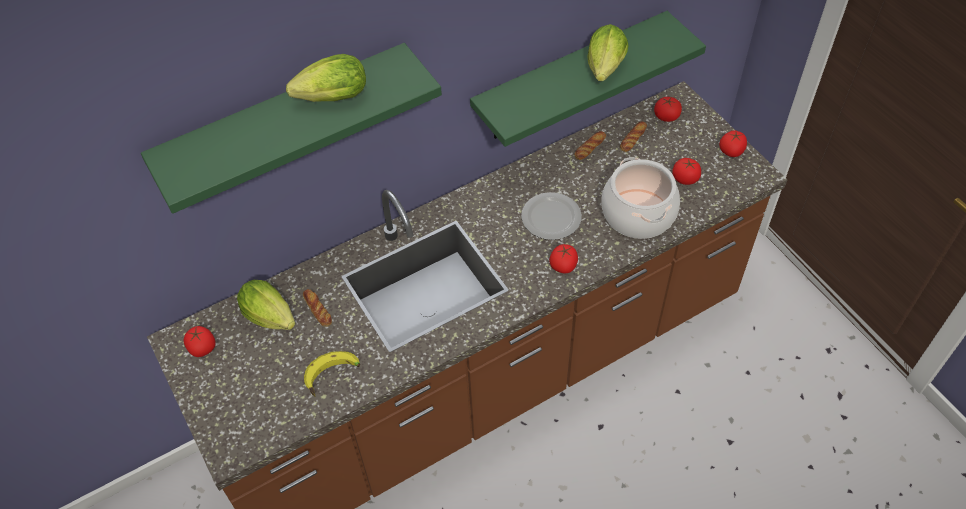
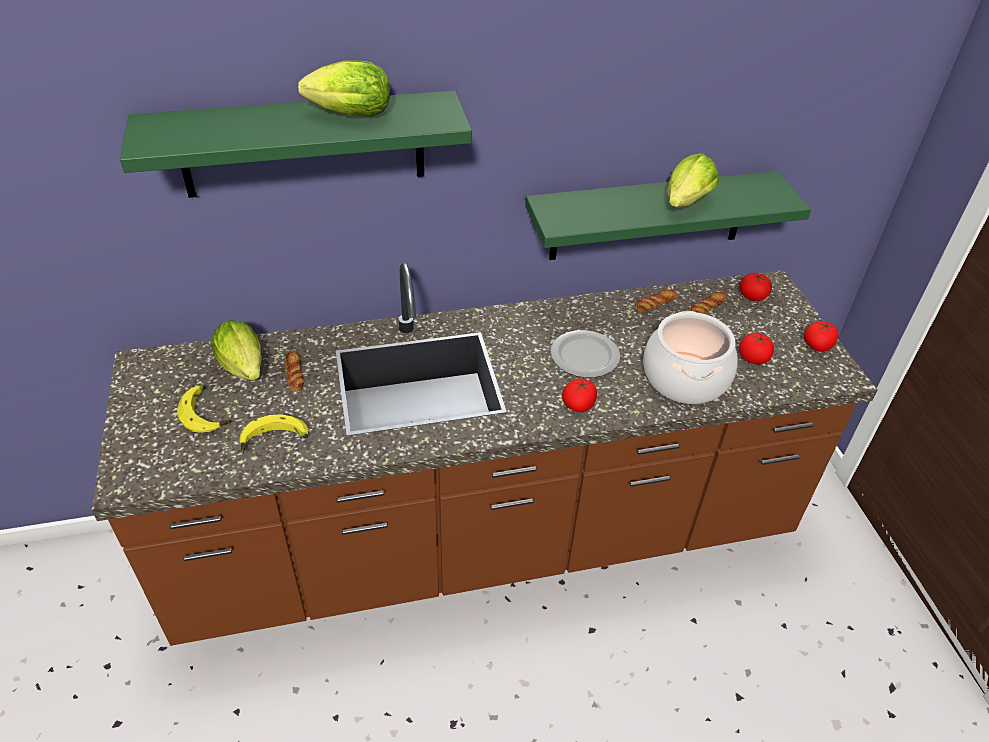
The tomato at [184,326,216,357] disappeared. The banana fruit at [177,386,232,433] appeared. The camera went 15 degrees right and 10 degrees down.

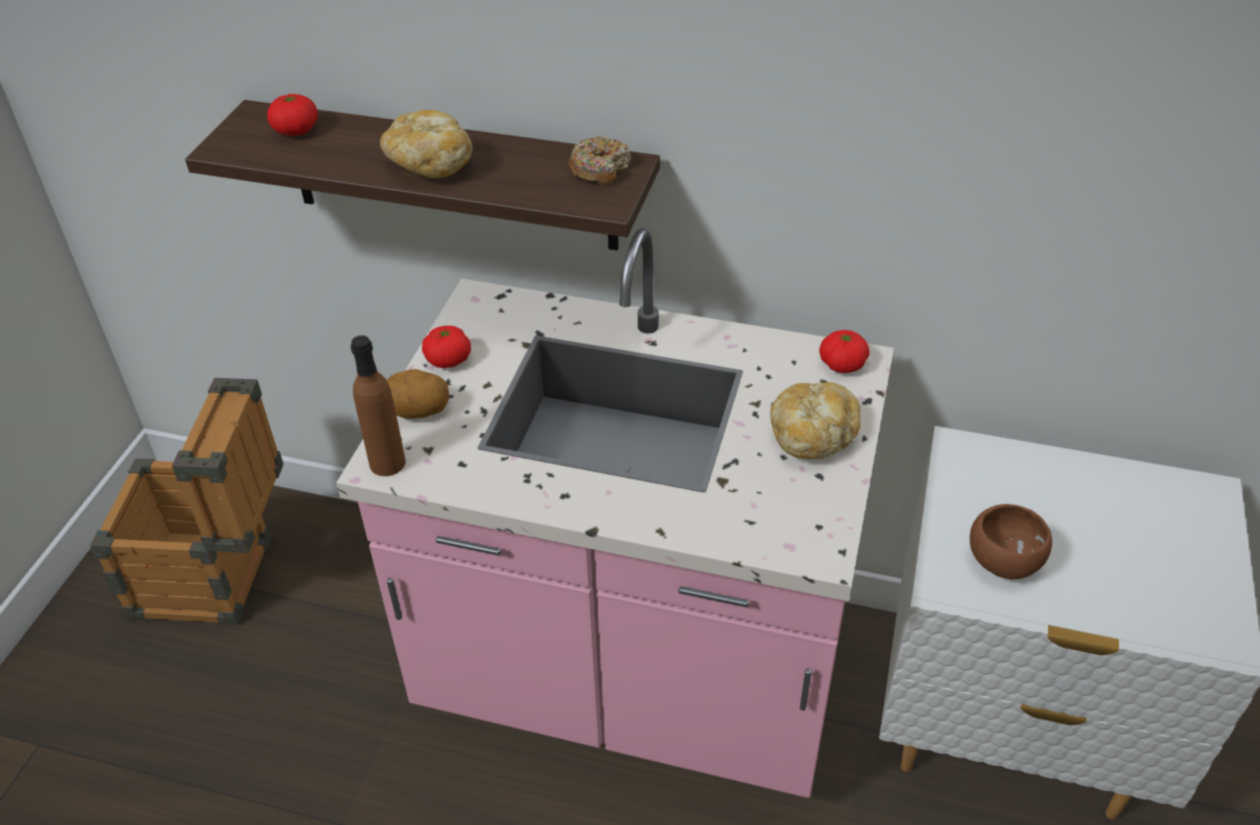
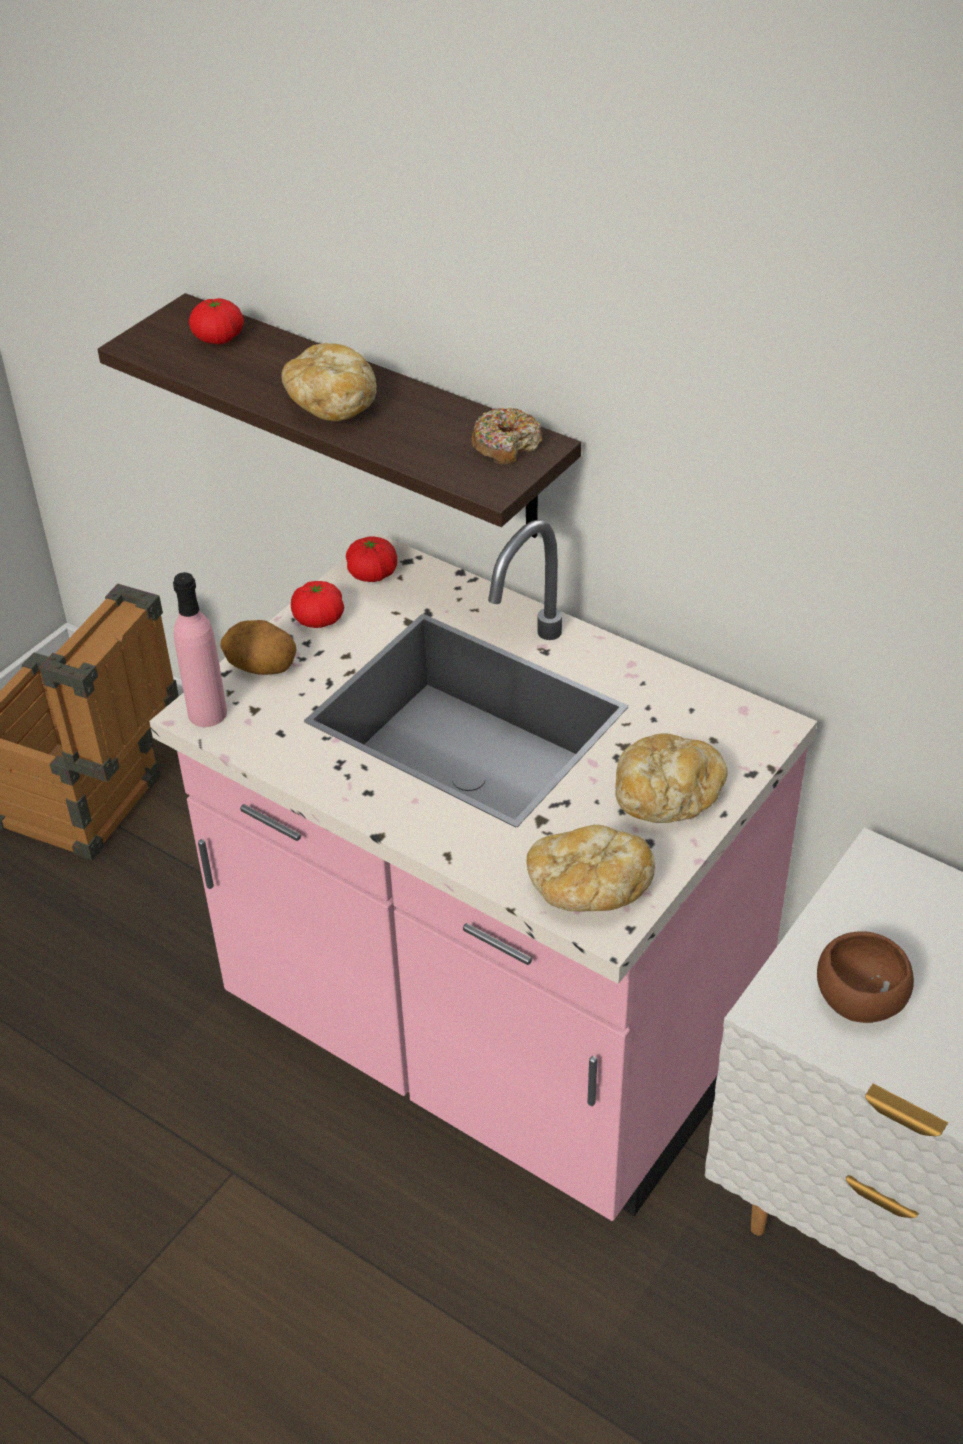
The tomato moved from [819,330,870,373] to [346,537,397,582]. The drink bottle (brownish) at [351,335,406,476] became the drink bottle (pink-coloured) at [173,572,227,727]. The bakery bread at [527,825,655,912] appeared. The camera went 20 degrees right and 0 degrees up.

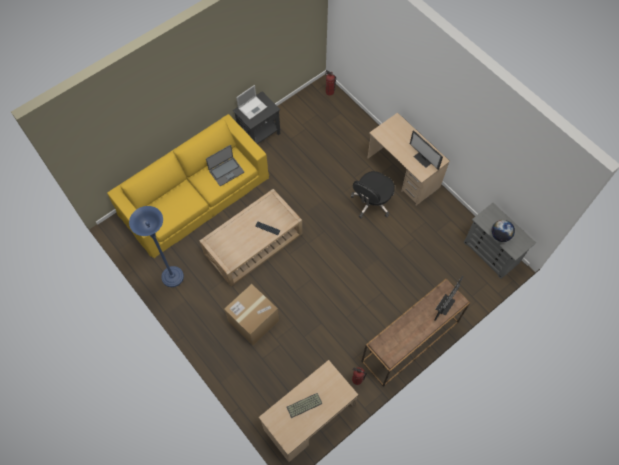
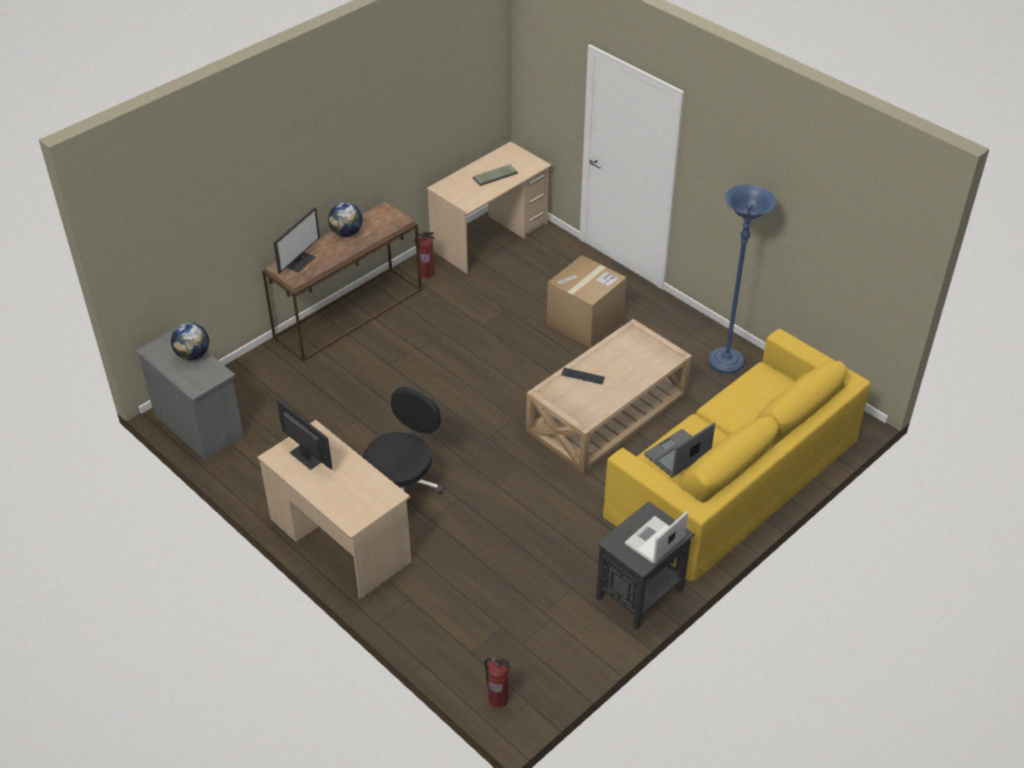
The world globe at [328,203,363,237] appeared. The camera went 175 degrees right and 20 degrees down.

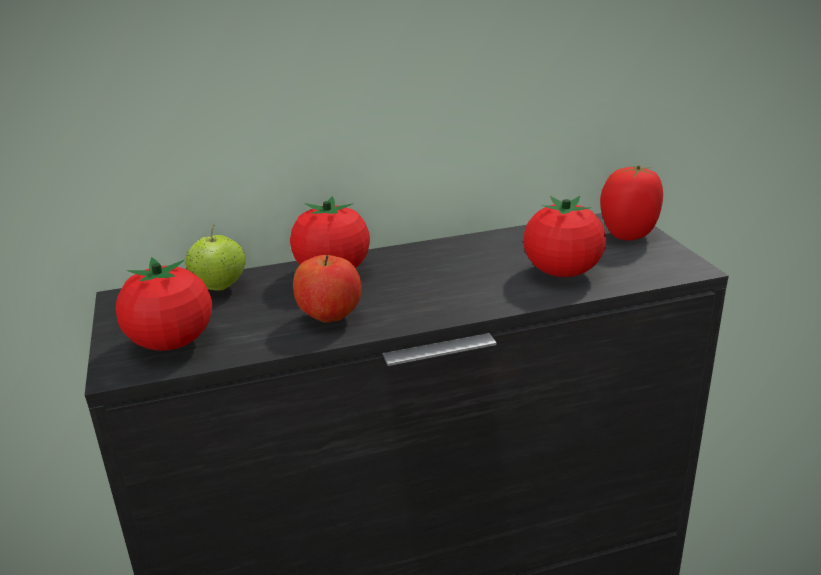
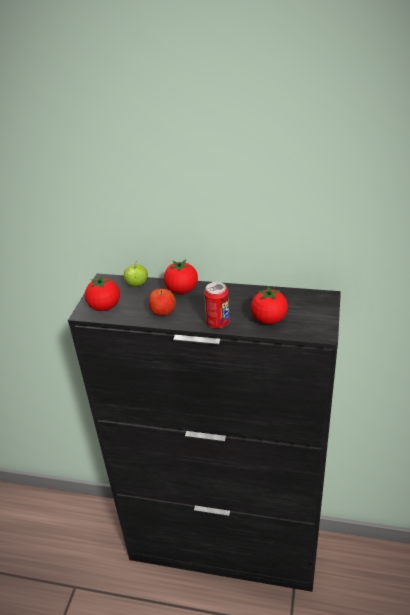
The tomato at [600,165,663,241] disappeared. The can at [204,282,230,328] appeared. The camera went 30 degrees right and 10 degrees up.

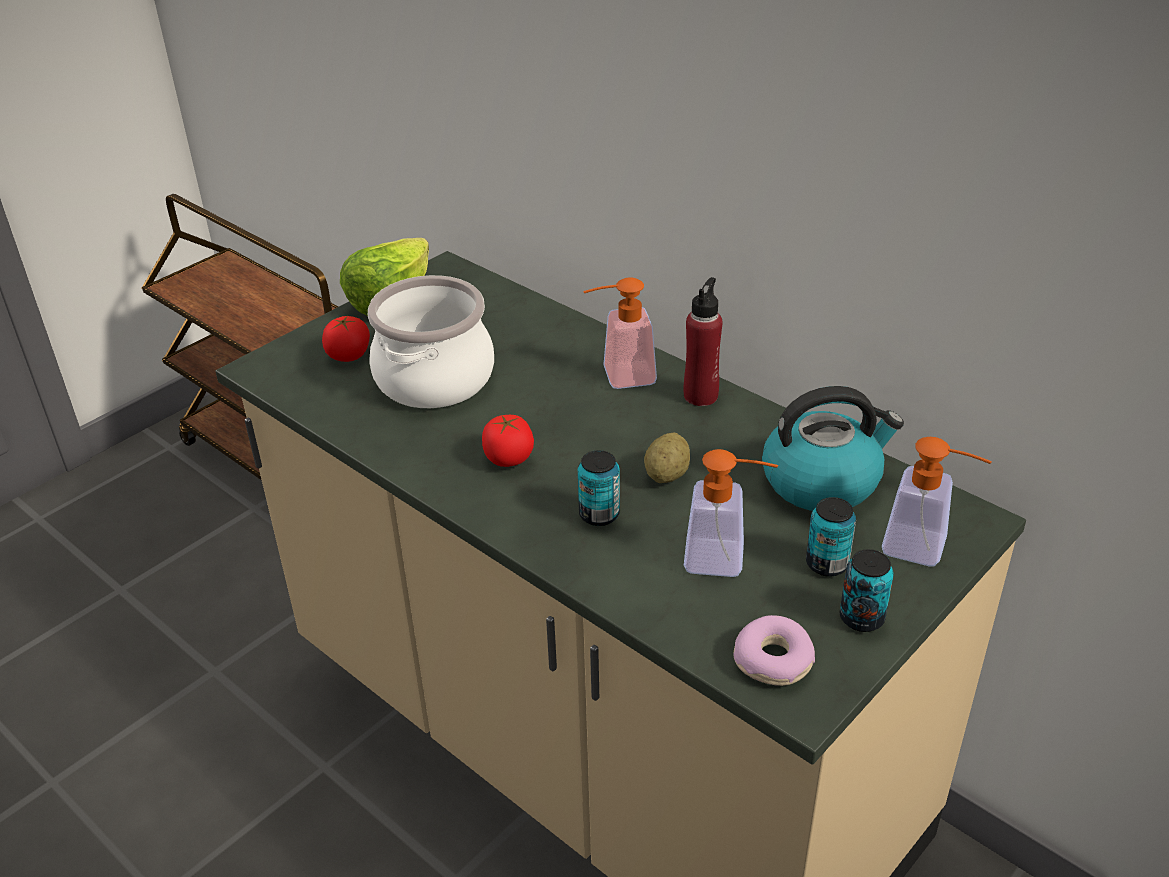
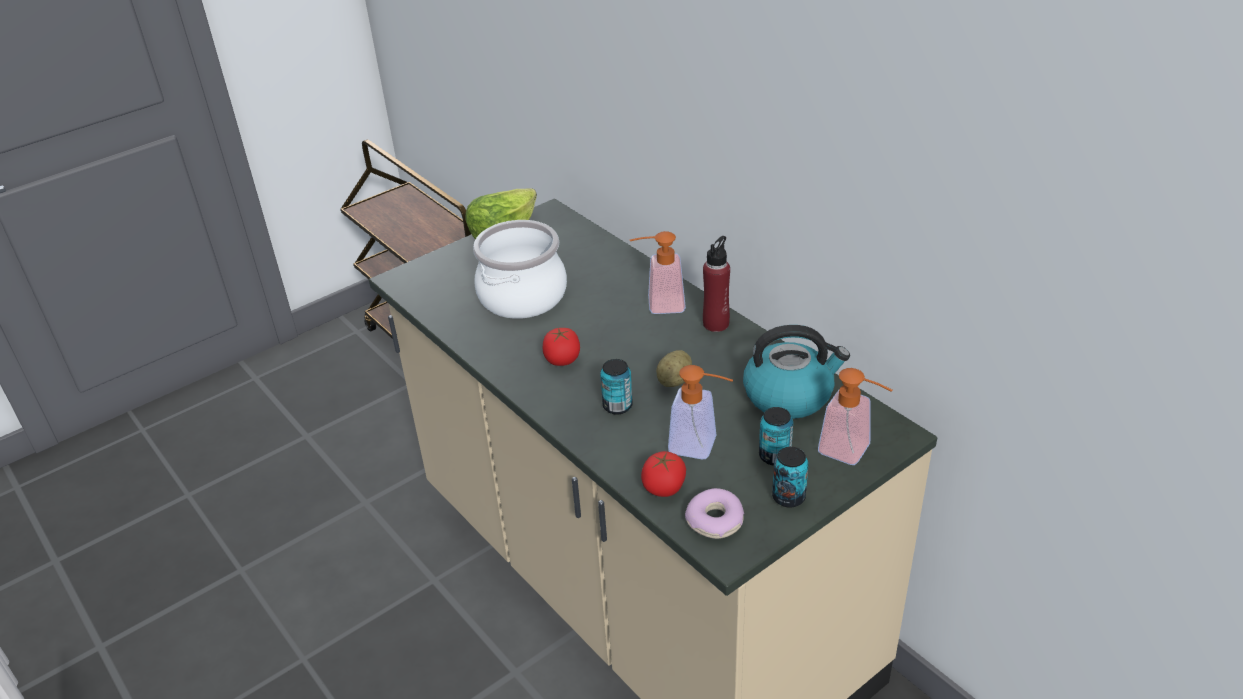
The tomato moved from [322,316,370,362] to [641,451,686,497]. The camera went 10 degrees right and 0 degrees up.

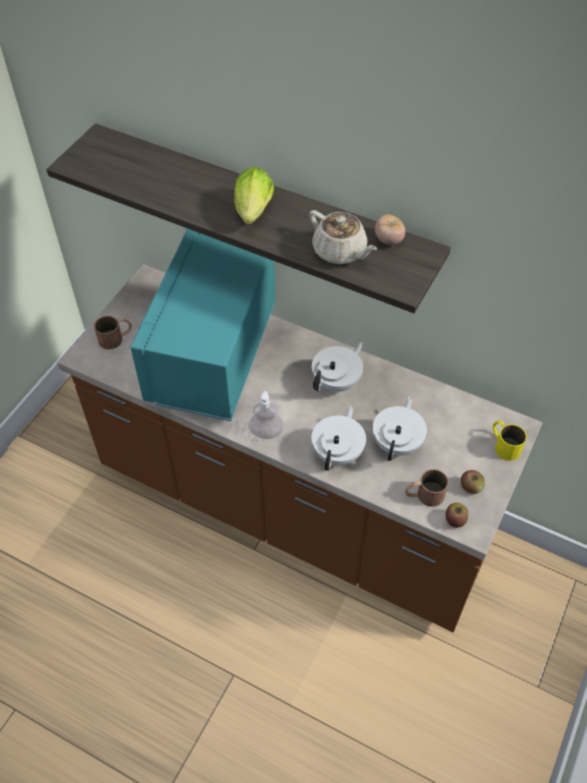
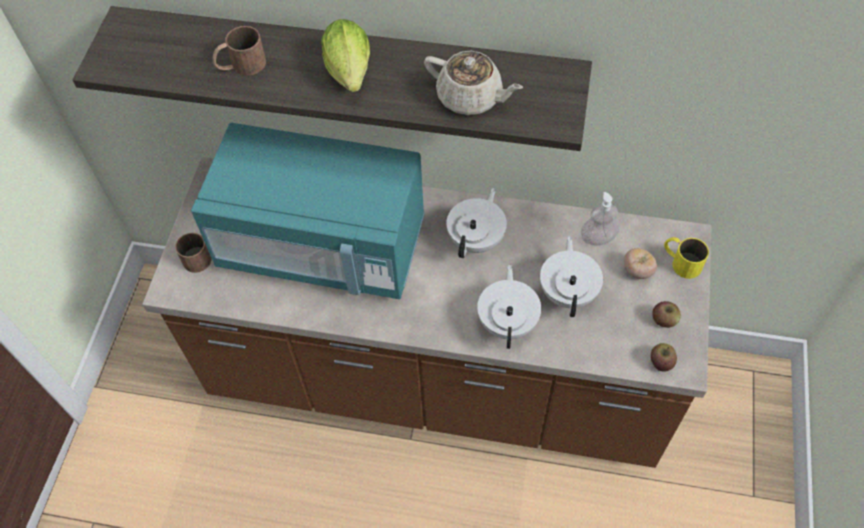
The tomato moved from [375,214,405,245] to [624,248,657,279]. The kitchen microwave (blue-green) at [130,229,275,421] turned 75 degrees counterclockwise. The soap dispenser moved from [249,391,284,439] to [581,192,620,245]. The mug (brownish) moved from [405,469,448,507] to [212,26,266,76]. The camera went 15 degrees left and 5 degrees up.

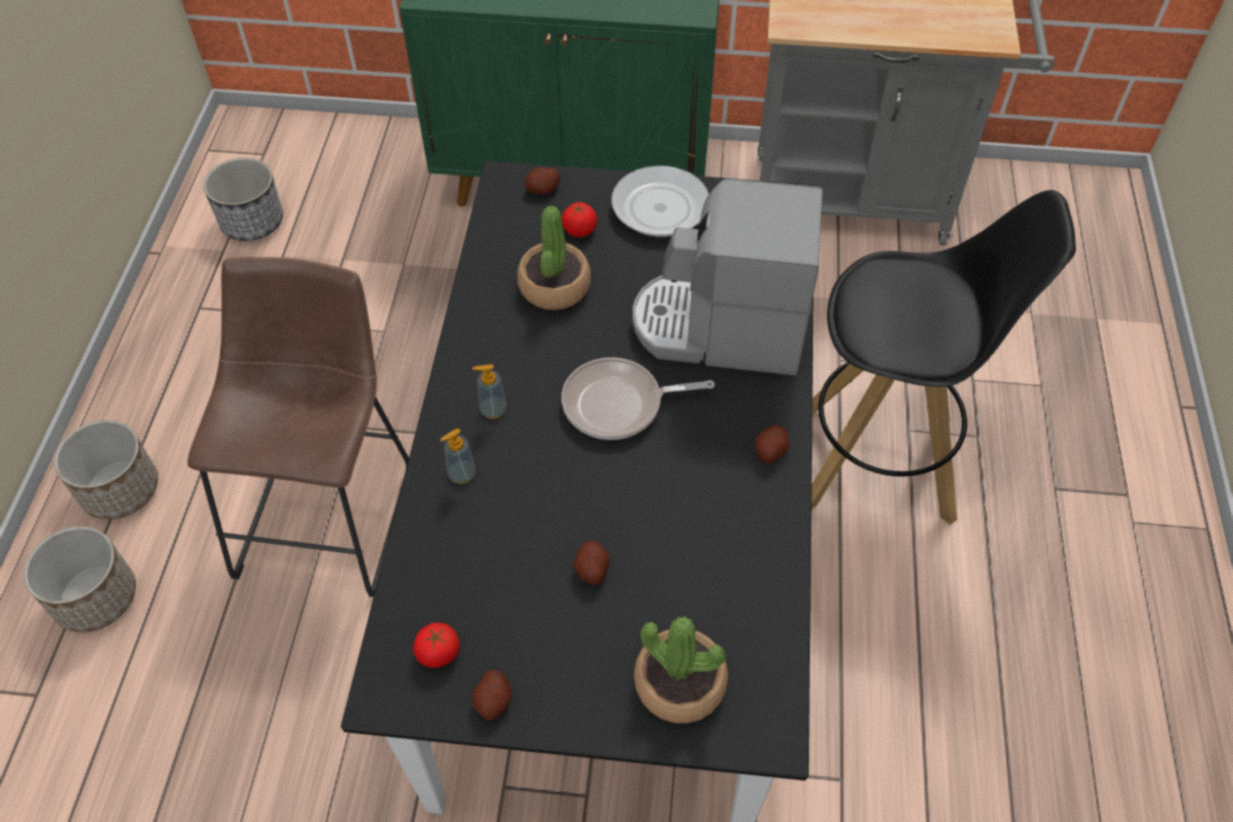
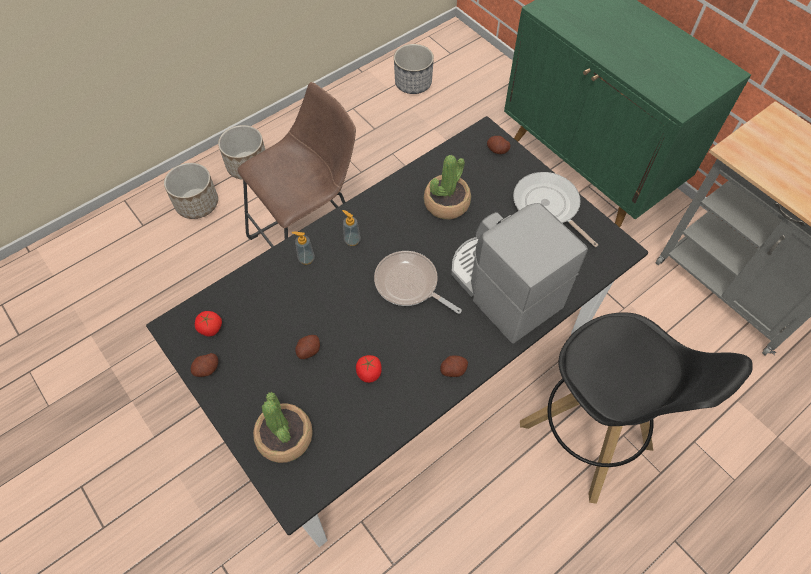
The tomato moved from [562,202,597,237] to [356,355,382,383]. The camera went 45 degrees right and 5 degrees up.

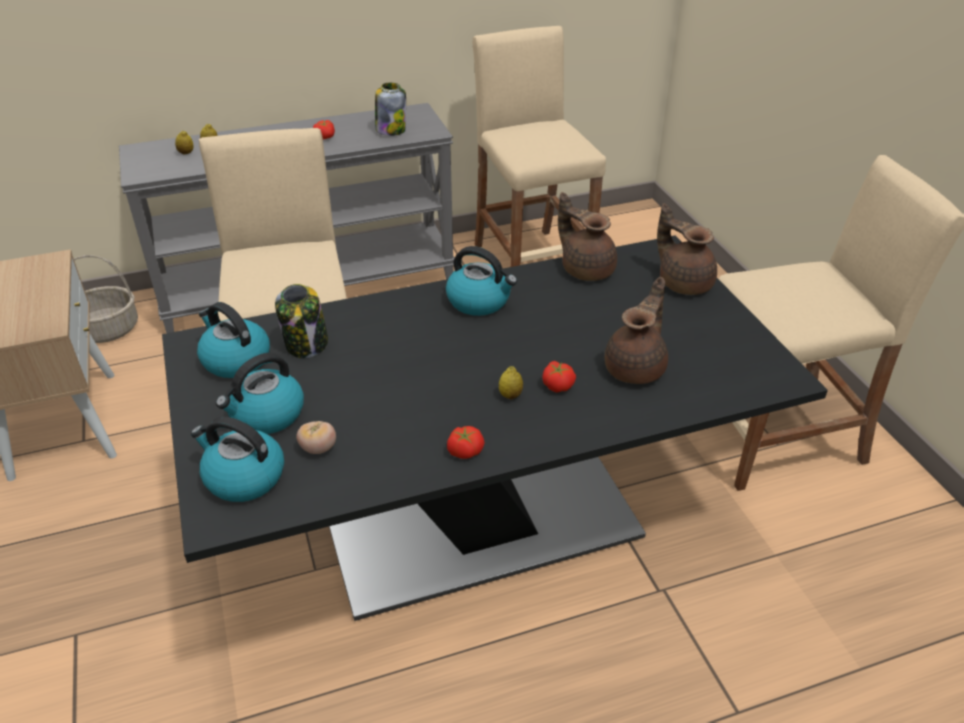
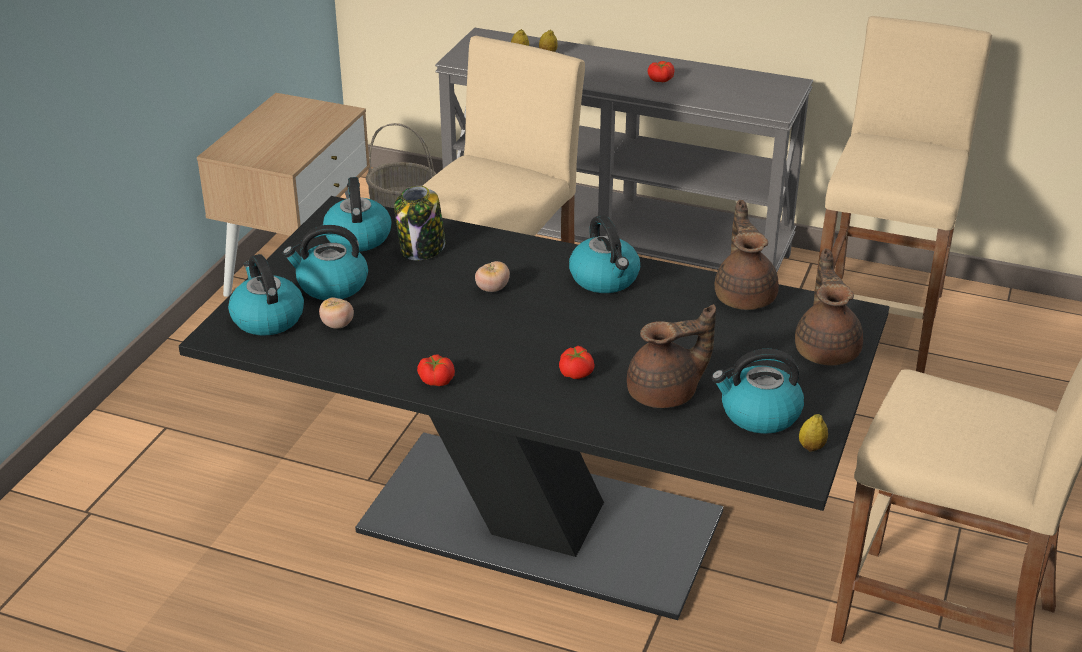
The jar at [375,83,406,136] disappeared. The whole lemon moved from [499,366,523,399] to [799,414,828,451]. The tomato at [475,261,510,292] appeared. The tea kettle at [711,349,804,434] appeared. The camera went 40 degrees right and 5 degrees down.

